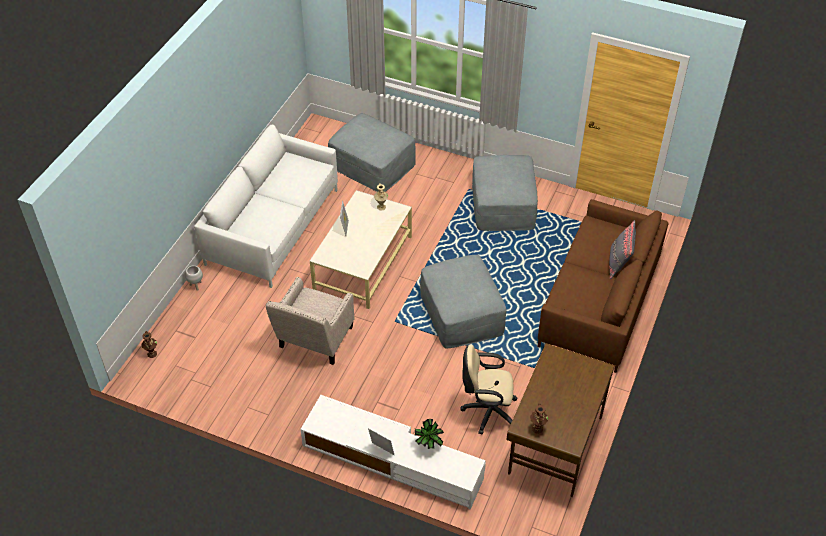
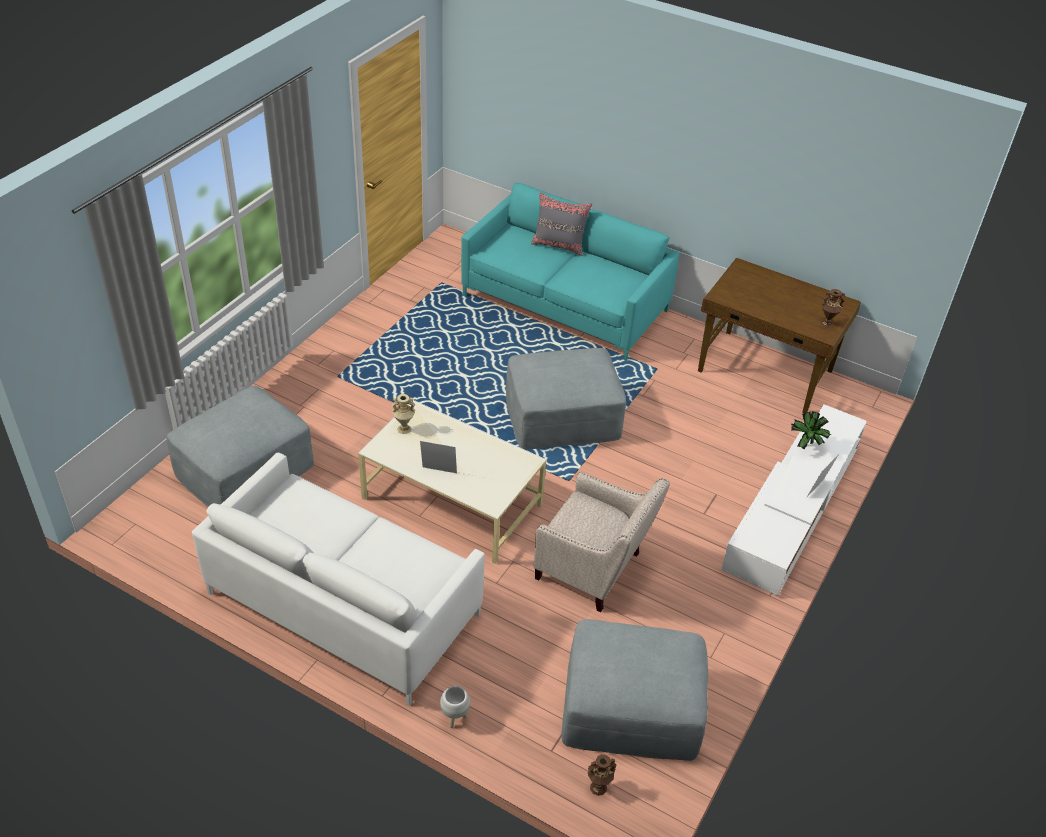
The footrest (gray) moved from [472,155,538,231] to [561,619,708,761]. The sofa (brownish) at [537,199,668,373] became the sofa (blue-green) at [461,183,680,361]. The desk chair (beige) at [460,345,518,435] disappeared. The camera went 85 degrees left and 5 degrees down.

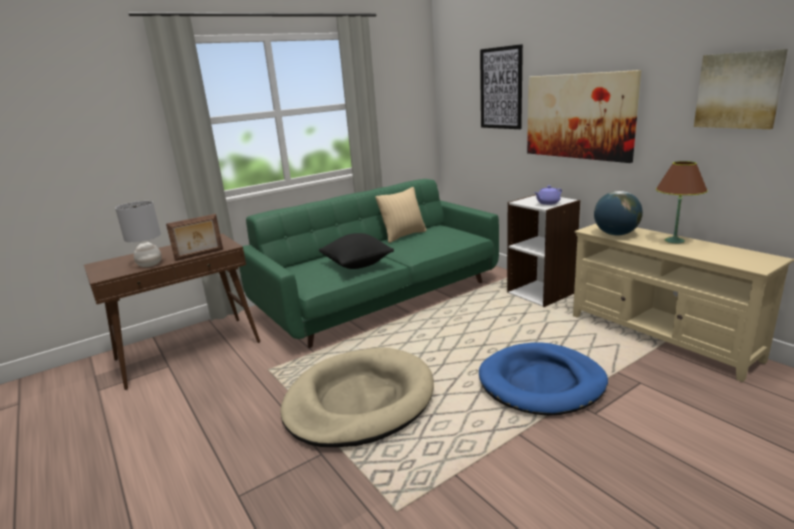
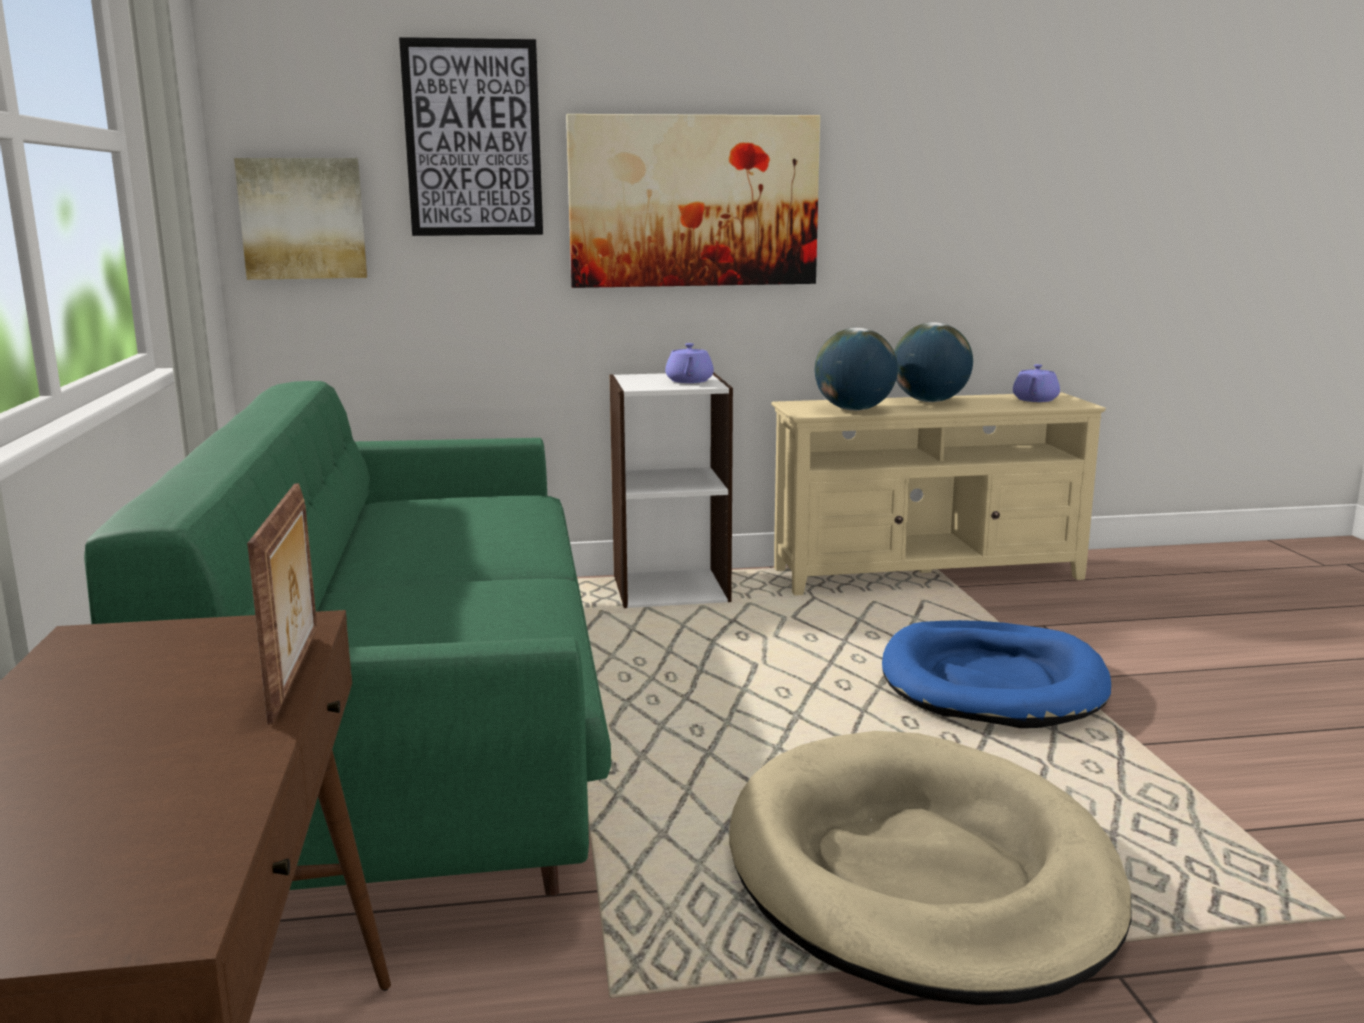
The picture moved from [694,49,788,129] to [234,158,367,280]. The lamp for a table (brownish) at [656,161,708,243] was replaced by the world globe at [894,322,973,402]. The cushion (beige) at [376,187,427,243] disappeared. The lamp for a table (gray) at [115,201,162,267] disappeared. The cushion (blackish) at [319,233,394,269] disappeared. The tea pot (purple-coloured) at [1013,364,1060,402] appeared. The camera went 65 degrees left and 5 degrees down.

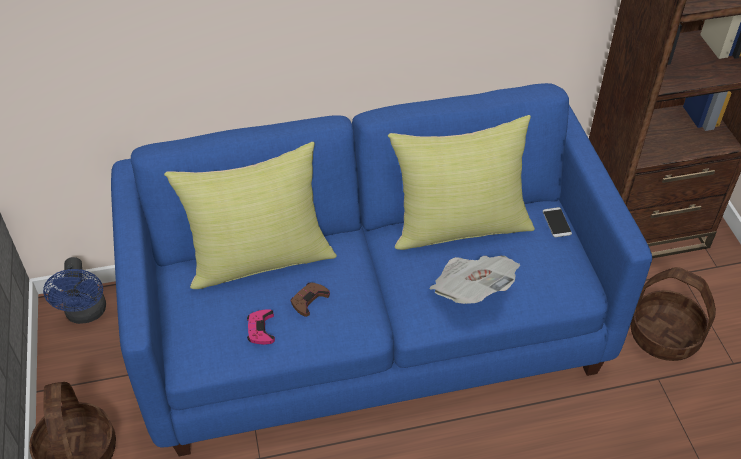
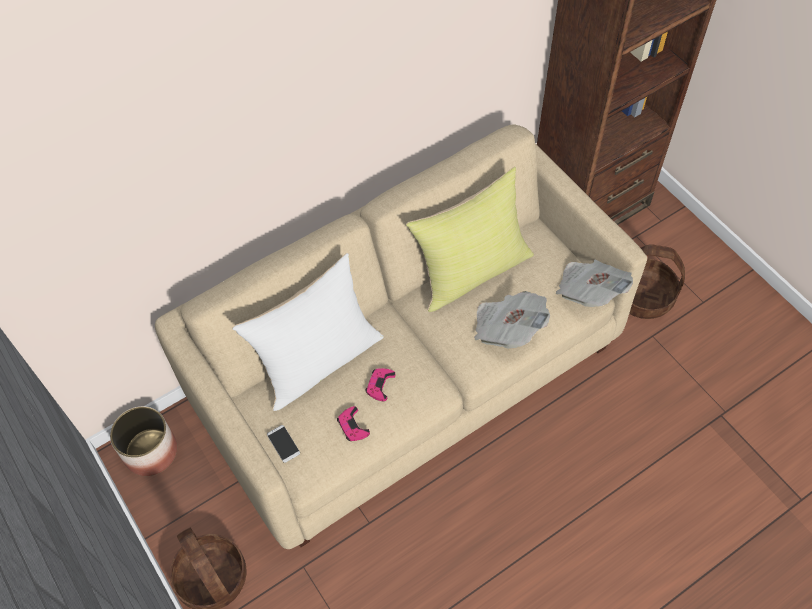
The sofa (blue) at [111,83,652,456] became the sofa (beige) at [155,125,647,549]. The cushion (yellowish) at [164,142,337,289] became the cushion (white-coloured) at [232,253,384,411]. The telephone moved from [543,207,572,237] to [267,425,300,463]. The cooling fan (blue) at [43,257,106,324] was replaced by the plant pot at [110,406,177,476]. The game controller (brownish) at [291,282,330,317] became the game controller (pink-coloured) at [366,368,395,401]. The daily paper at [556,260,633,307] appeared. The camera went 20 degrees left and 10 degrees up.

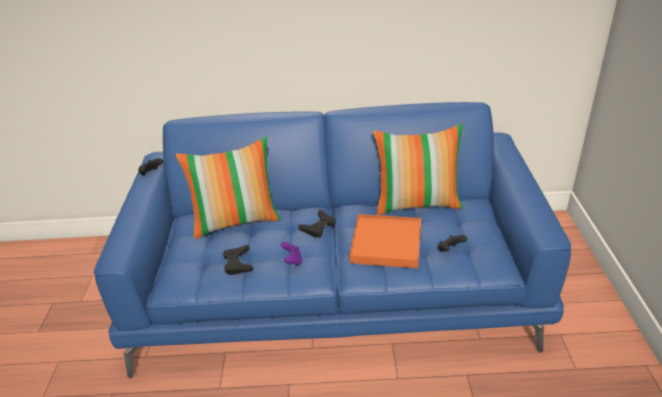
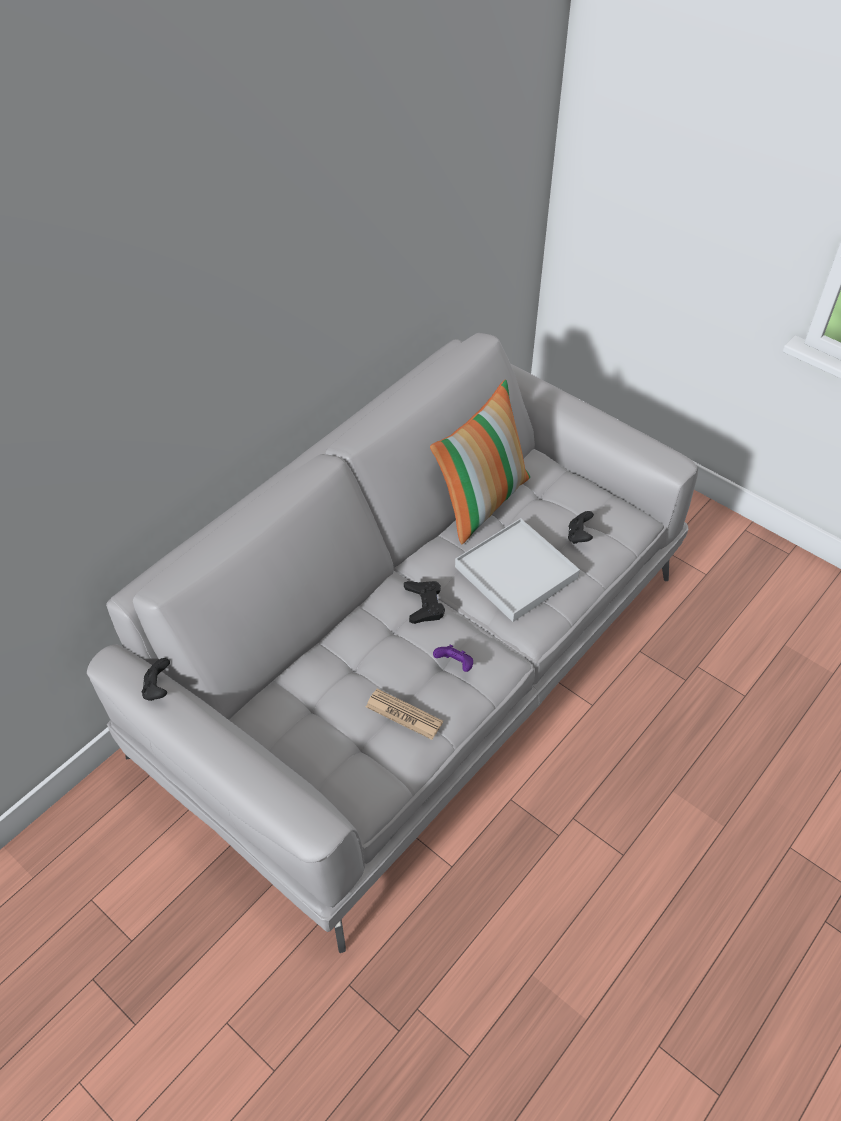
The sofa (blue) at [94,102,571,379] became the sofa (gray) at [87,333,698,953]. The cushion at [176,137,281,239] disappeared. The tray (orange-coloured) at [349,214,421,268] became the tray (white-coloured) at [455,518,580,622]. The game controller (blackish) at [223,245,253,275] was replaced by the daily paper at [366,688,443,740]. The camera went 50 degrees left and 15 degrees up.

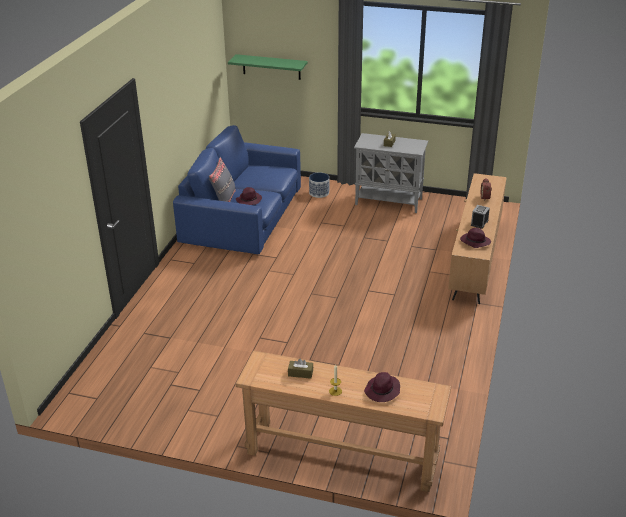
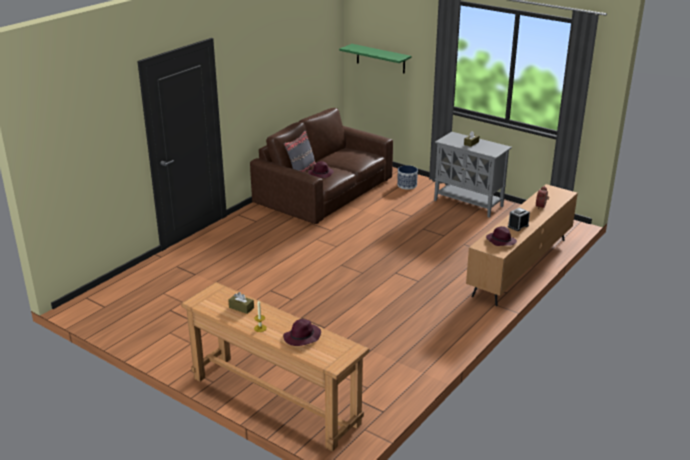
The sofa (blue) at [173,125,301,254] became the sofa (brownish) at [250,108,393,224]. The camera went 20 degrees right and 5 degrees down.

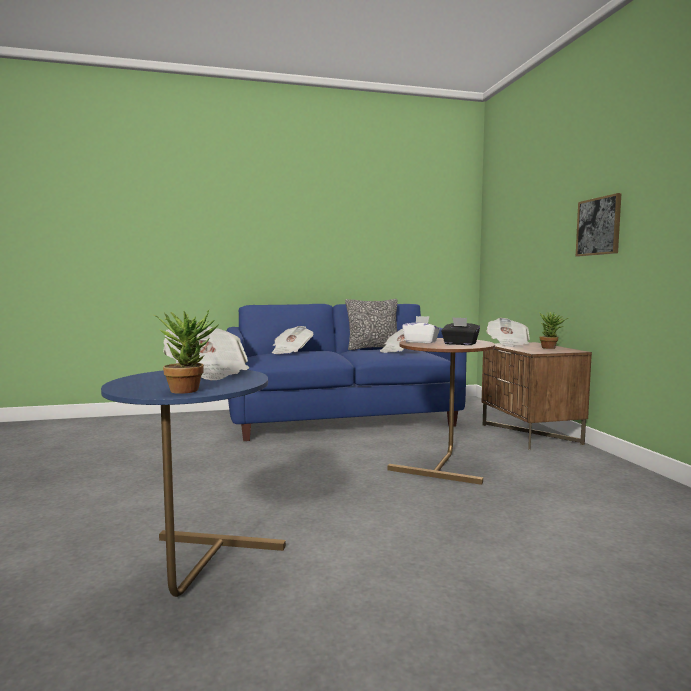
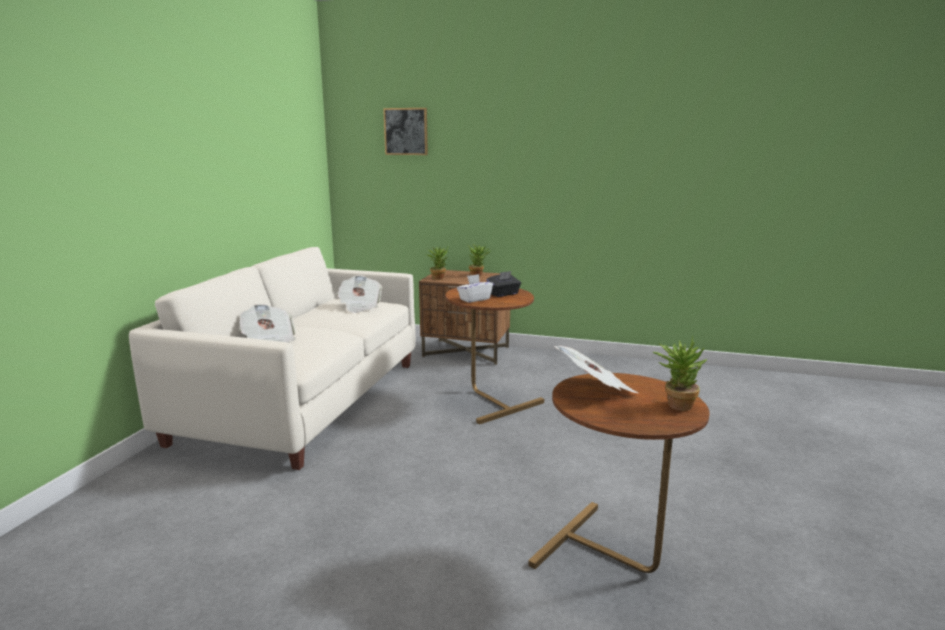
The picture moved from [576,193,622,257] to [383,108,428,155]. The cushion at [345,299,398,350] disappeared. The sofa (blue) at [227,304,467,441] became the sofa (white-coloured) at [129,247,416,470]. The daily paper at [486,318,530,347] was replaced by the plant in a pot at [426,247,448,280]. The end table (blue) at [101,370,286,597] became the end table (brownish) at [528,373,709,573]. The camera went 60 degrees left and 10 degrees up.

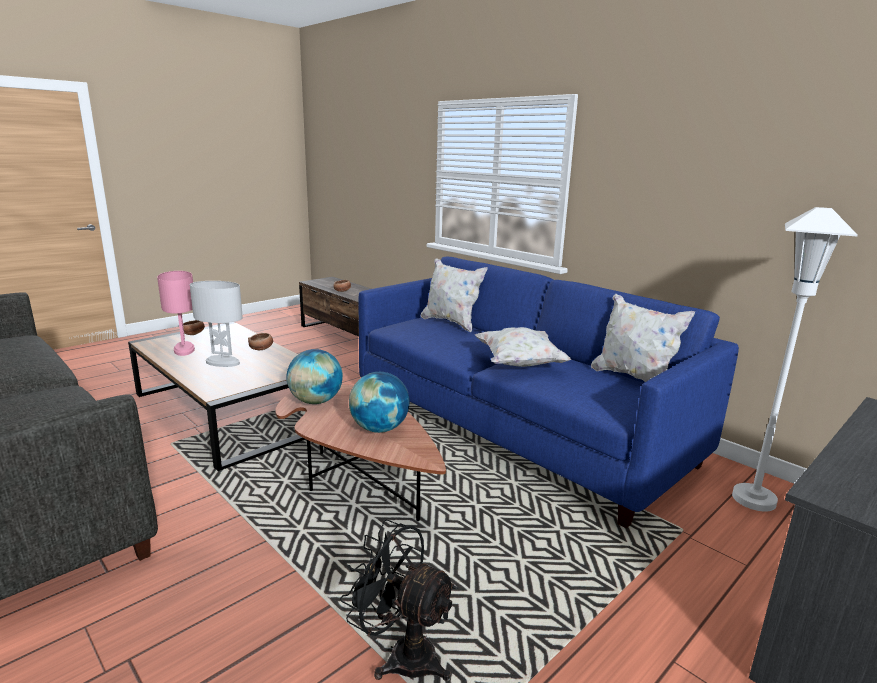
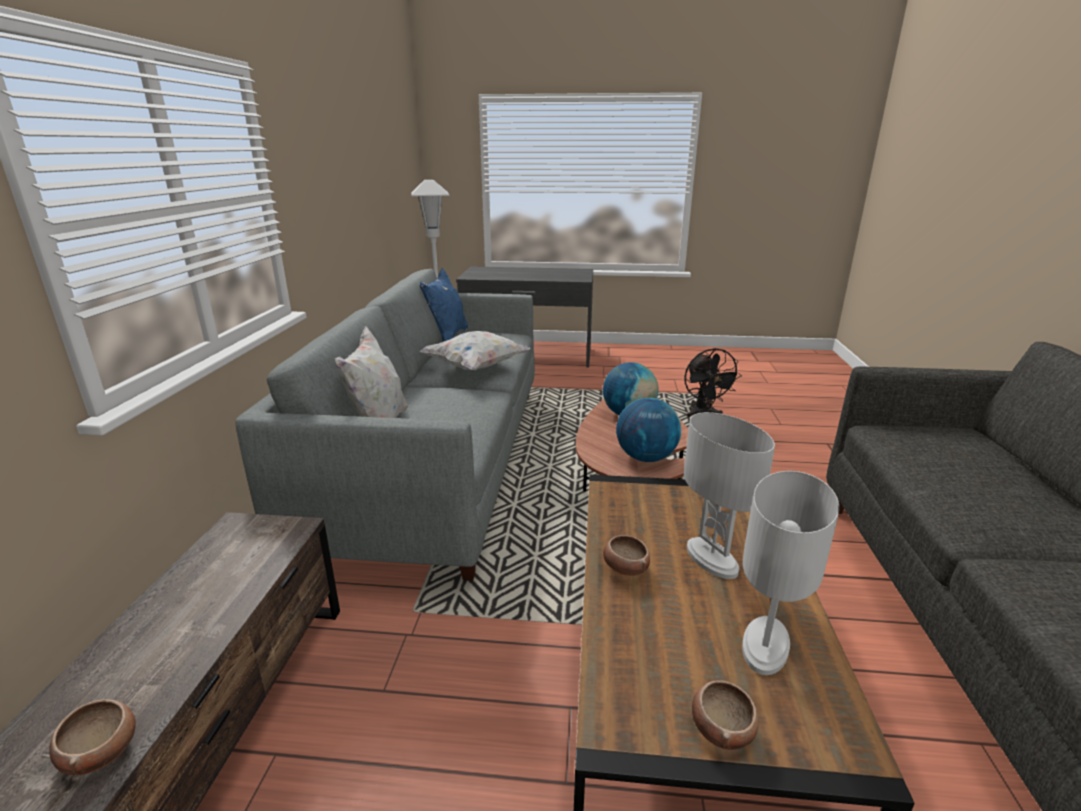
The sofa (blue) at [359,256,739,528] became the sofa (gray) at [235,269,535,581]. The lamp for a table (pink-coloured) at [157,271,195,356] became the lamp for a table (white-coloured) at [742,471,839,675]. The cushion (white-coloured) at [591,294,695,382] became the cushion (blue) at [420,268,468,342]. The camera went 130 degrees left and 5 degrees up.

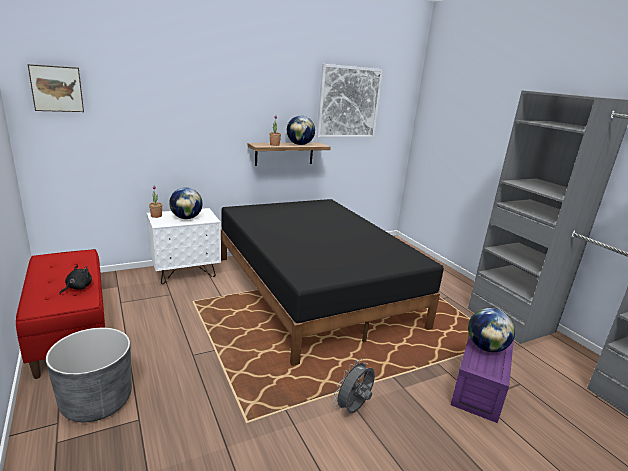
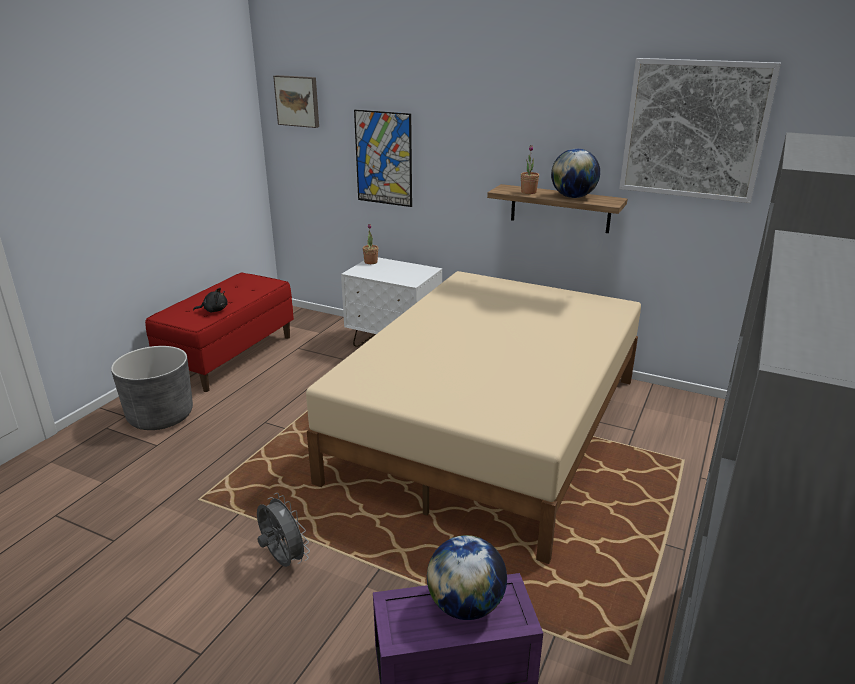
The world globe at [169,187,203,219] disappeared. The sleeping bed (blackish) at [221,199,444,366] became the sleeping bed (beige) at [306,271,641,564]. The cooling fan (gray) at [333,359,375,414] turned 45 degrees clockwise. The picture at [354,110,412,207] appeared. The camera went 55 degrees right and 5 degrees up.

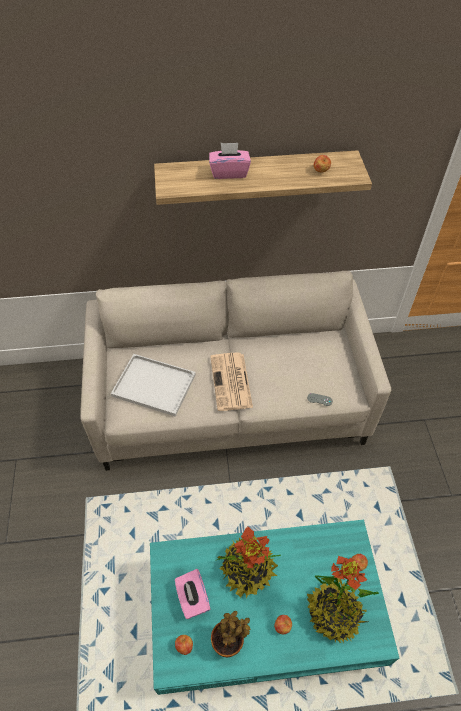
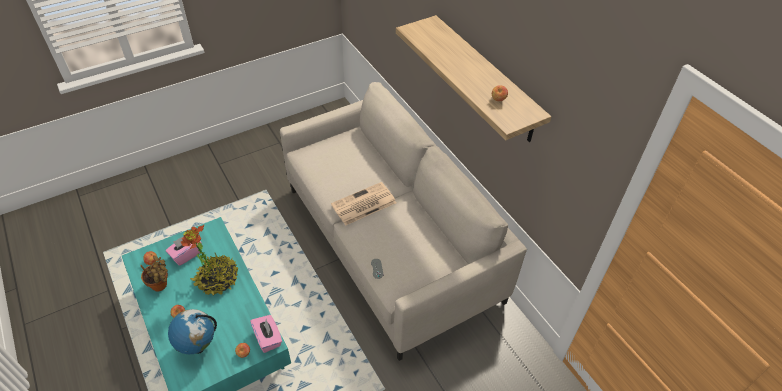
The tissue holder (pink-coloured) moved from [209,143,251,179] to [250,315,282,353]. The tray (white-coloured) at [111,354,196,417] disappeared. The plant in a pot at [307,556,379,643] was replaced by the world globe at [168,309,217,354]. The camera went 65 degrees right and 5 degrees down.

